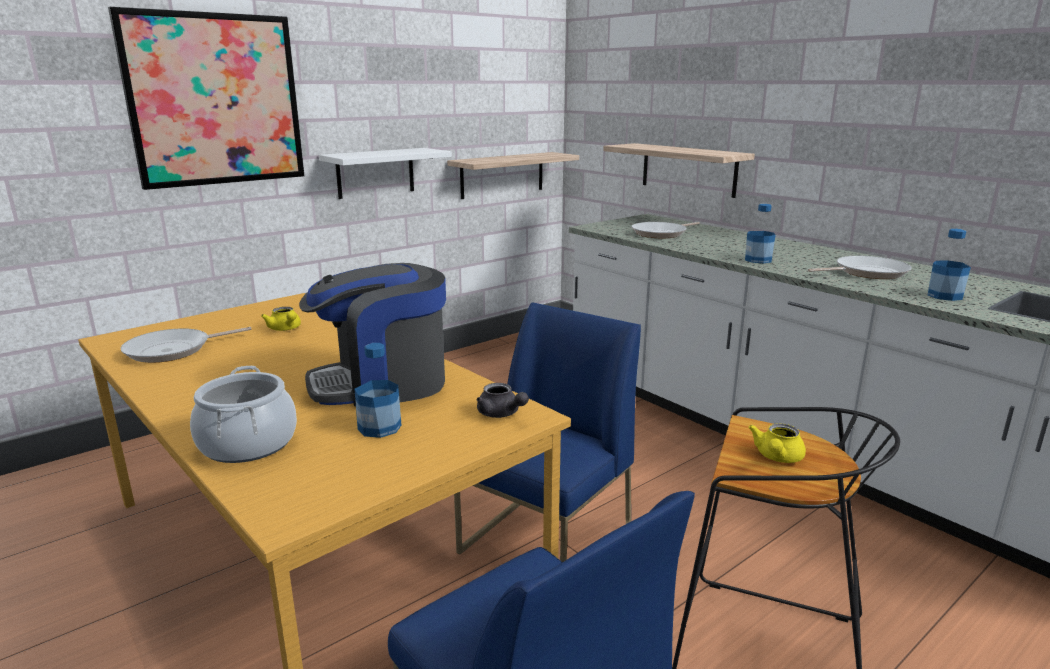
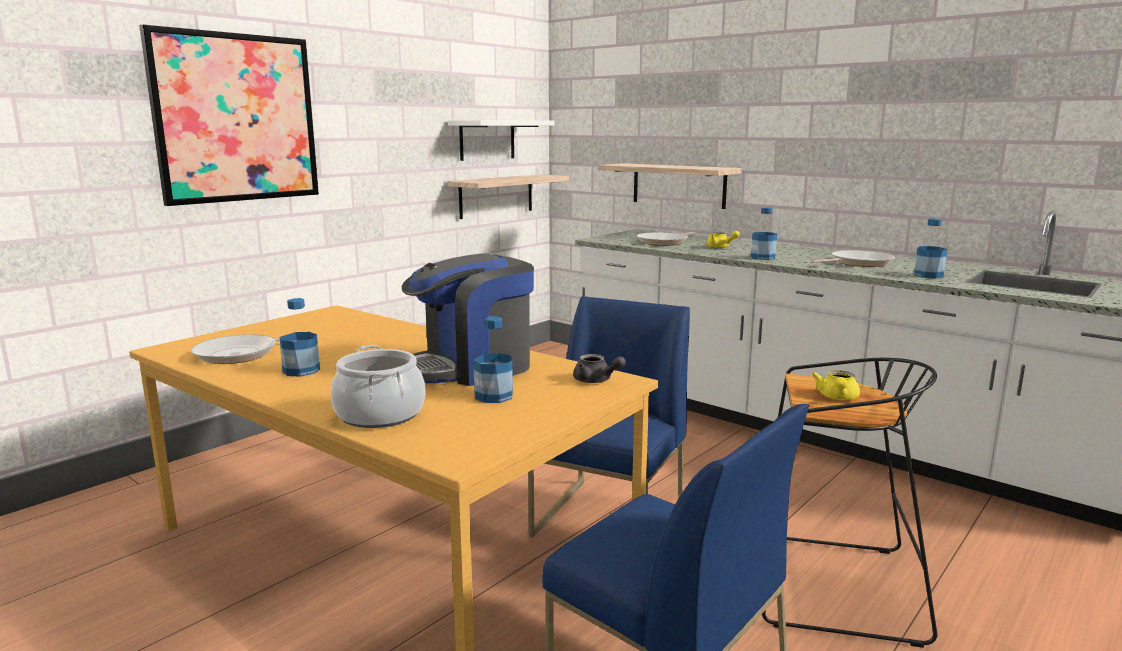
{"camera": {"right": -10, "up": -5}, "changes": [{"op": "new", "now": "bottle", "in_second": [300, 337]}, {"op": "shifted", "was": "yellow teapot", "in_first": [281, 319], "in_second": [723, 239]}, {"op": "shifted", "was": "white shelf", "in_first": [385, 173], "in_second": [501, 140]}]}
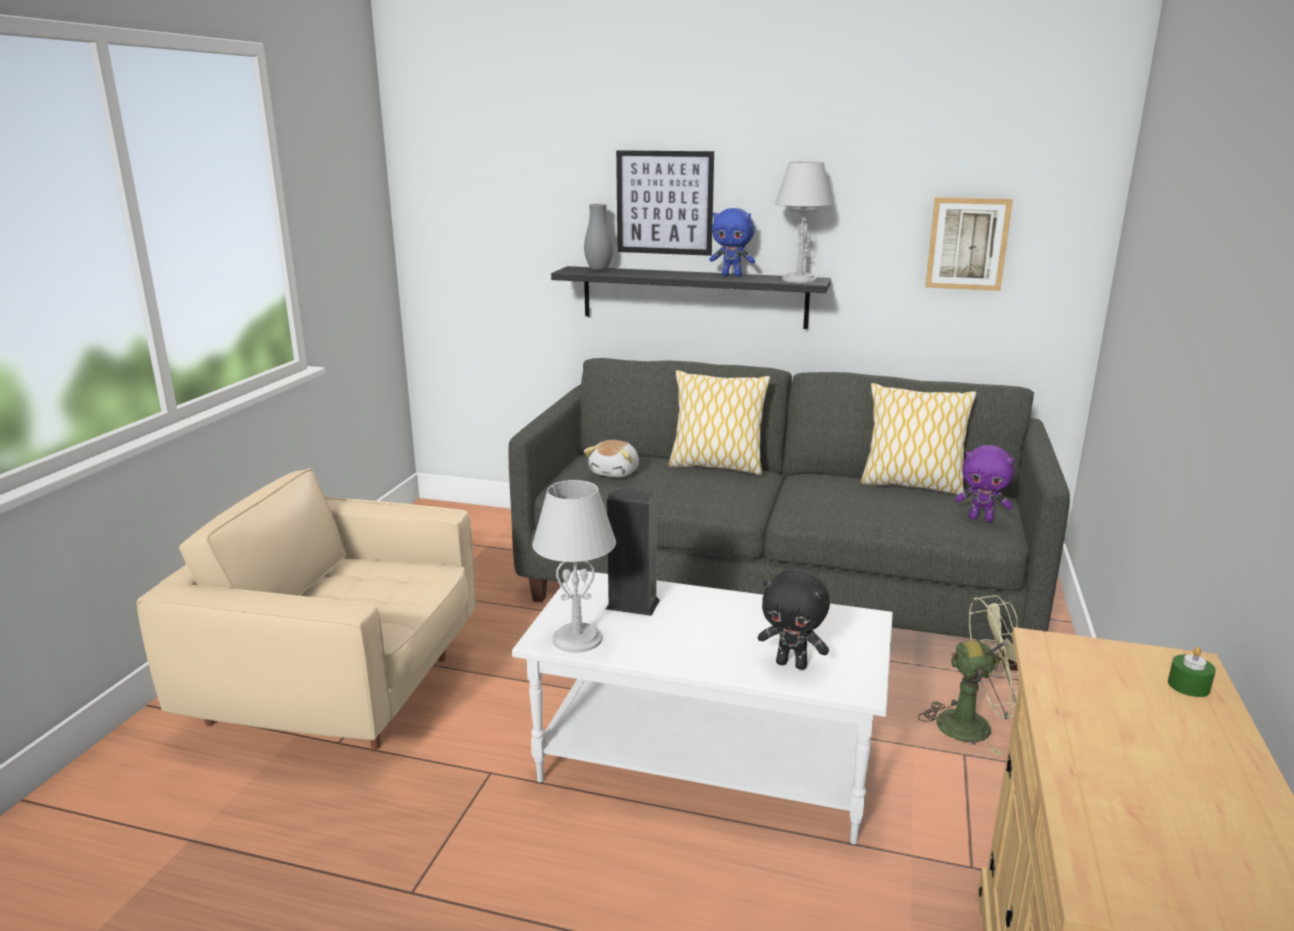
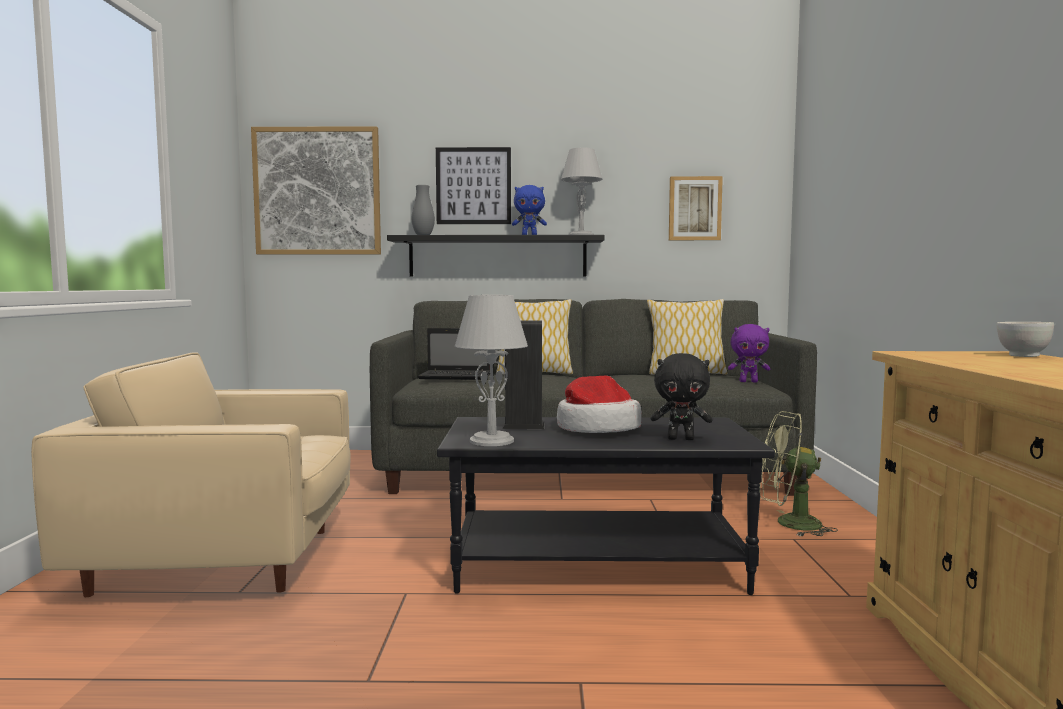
{"camera": {"right": -15, "up": -15}, "changes": [{"op": "new", "now": "picture", "in_second": [316, 190]}, {"op": "new", "now": "hat", "in_second": [599, 404]}, {"op": "swapped", "was": "plush toy", "now": "laptop", "in_first": [611, 458], "in_second": [454, 354]}, {"op": "swapped", "was": "green candle", "now": "white bowl", "in_first": [1192, 672], "in_second": [1025, 339]}, {"op": "repainted", "was": "white coffee table", "now": "black coffee table", "in_first": [702, 707], "in_second": [606, 506]}, {"op": "rotated", "was": "green fan", "in_first": [968, 675], "in_second": [798, 474], "clockwise": -150}]}
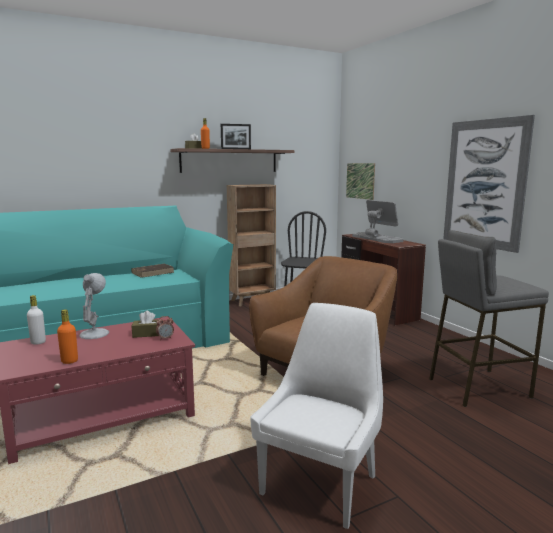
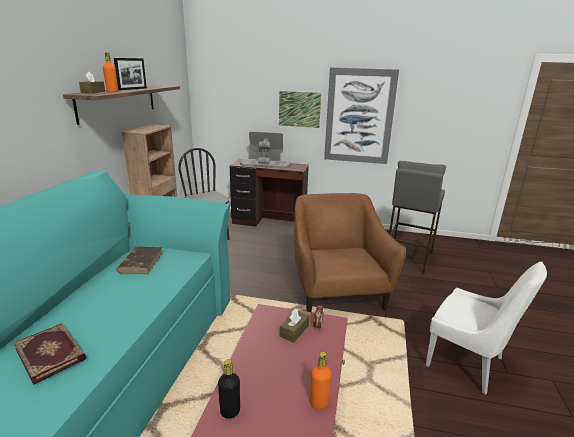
{"camera": {"right": -50, "up": 10}, "changes": [{"op": "gone", "was": "white table lamp", "in_first": [94, 306]}, {"op": "new", "now": "book", "in_second": [49, 354]}, {"op": "shifted", "was": "picture", "in_first": [360, 181], "in_second": [300, 109]}, {"op": "repainted", "was": "white bottle", "now": "black bottle", "in_first": [36, 320], "in_second": [229, 389]}, {"op": "rotated", "was": "white chair", "in_first": [316, 416], "in_second": [486, 328], "clockwise": 150}]}
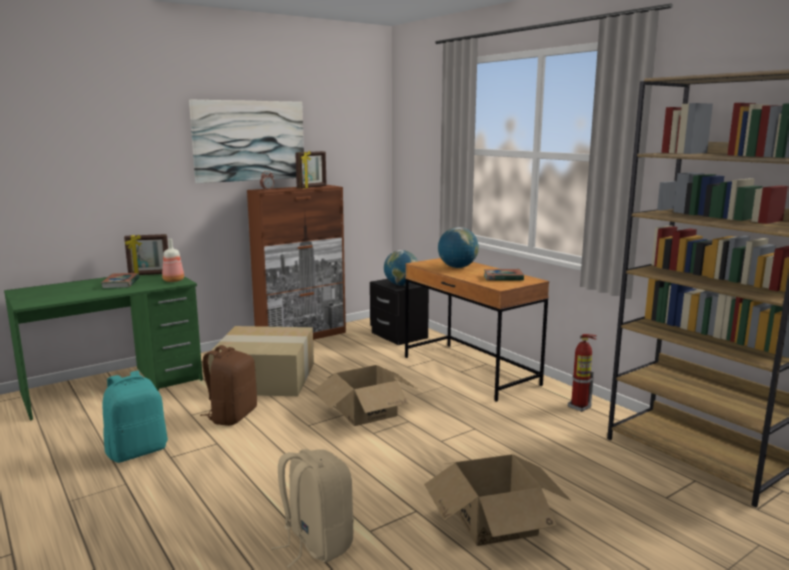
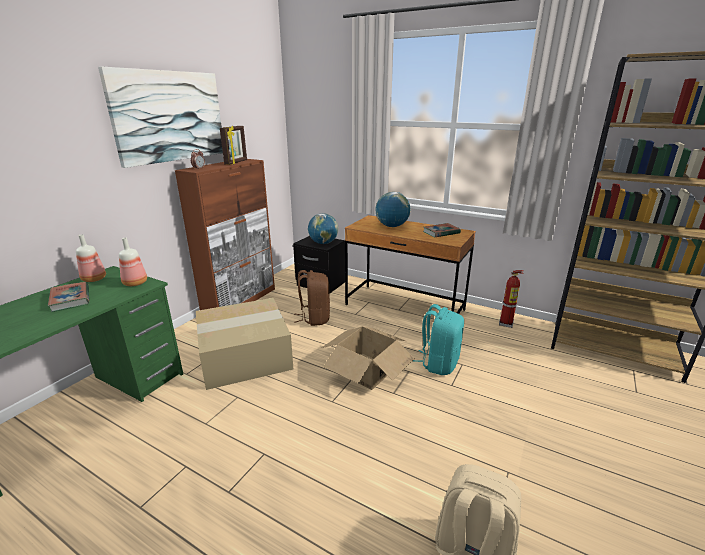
{"camera": {"right": -25, "up": 10}, "changes": [{"op": "gone", "was": "cardboard box", "in_first": [497, 500]}, {"op": "shifted", "was": "turquoise backpack", "in_first": [135, 417], "in_second": [438, 339]}, {"op": "shifted", "was": "brown backpack", "in_first": [228, 385], "in_second": [312, 298]}, {"op": "swapped", "was": "picture frame", "now": "bottle", "in_first": [146, 254], "in_second": [91, 258]}]}
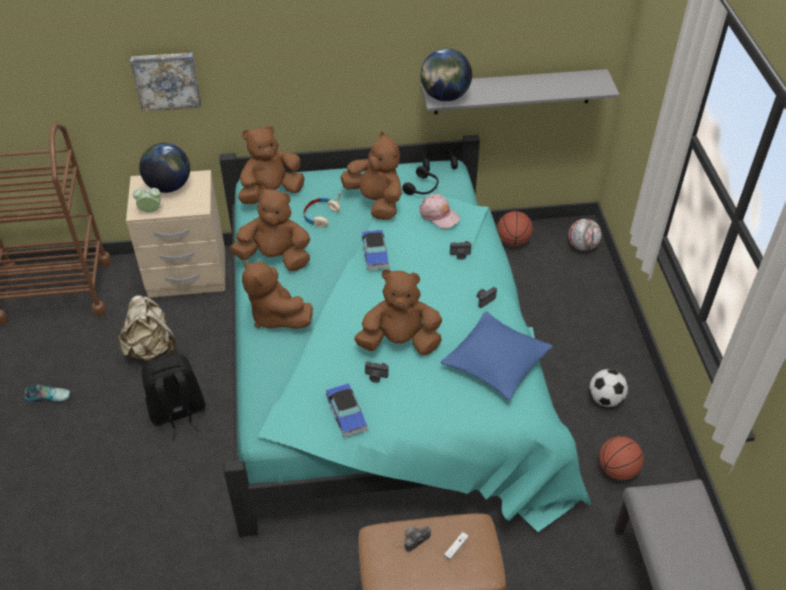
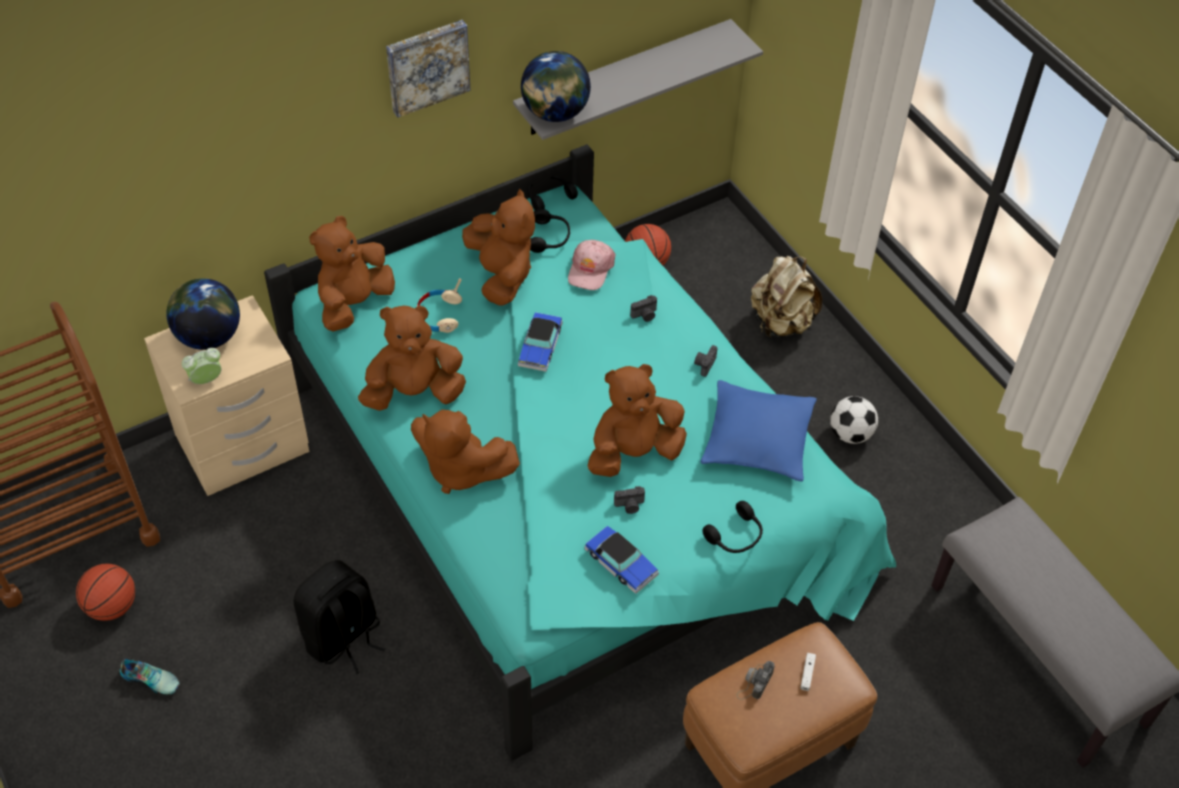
{"camera": {"right": -25, "up": 5}, "changes": [{"op": "gone", "was": "football", "in_first": [585, 235]}, {"op": "new", "now": "black headphones", "in_second": [732, 527]}, {"op": "shifted", "was": "beige backpack", "in_first": [147, 328], "in_second": [786, 296]}, {"op": "shifted", "was": "picture", "in_first": [165, 82], "in_second": [428, 69]}, {"op": "shifted", "was": "basketball", "in_first": [621, 458], "in_second": [105, 592]}, {"op": "rotated", "was": "shoe", "in_first": [47, 393], "in_second": [150, 676], "clockwise": 45}, {"op": "rotated", "was": "brown plush toy", "in_first": [371, 176], "in_second": [498, 247], "clockwise": 45}, {"op": "rotated", "was": "toy car", "in_first": [375, 250], "in_second": [540, 342], "clockwise": 45}, {"op": "rotated", "was": "pink cap", "in_first": [440, 211], "in_second": [591, 265], "clockwise": 90}]}
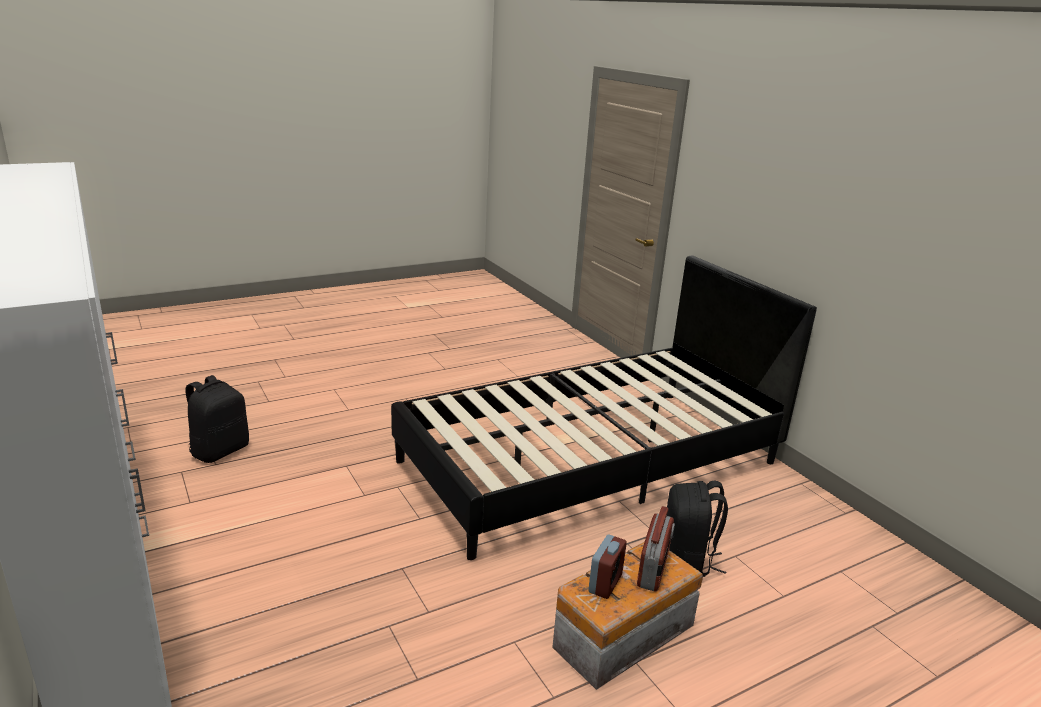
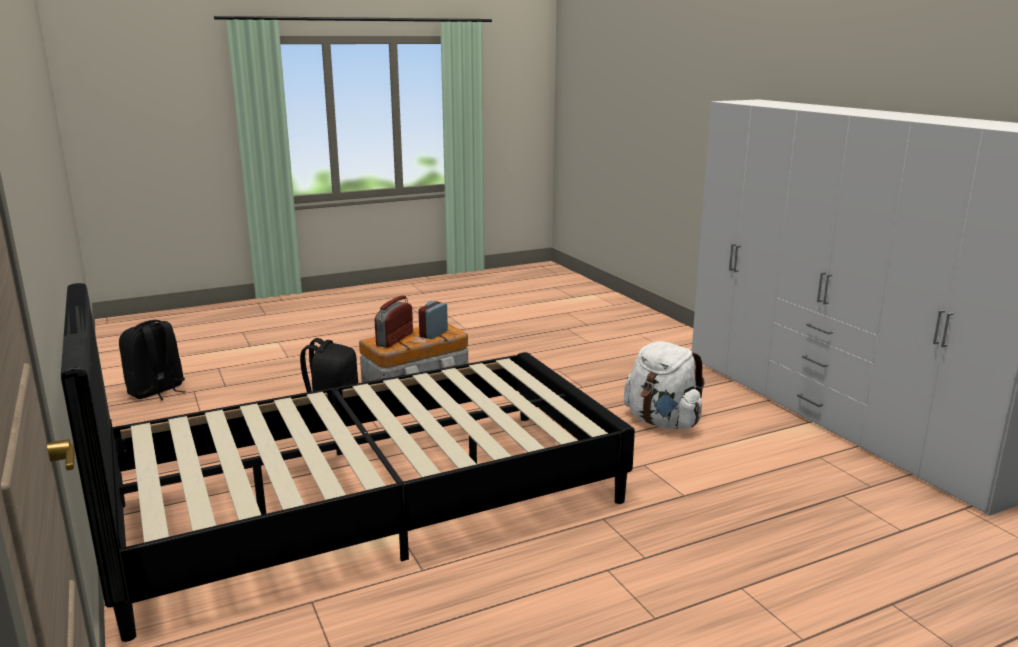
{"camera": {"right": -175, "up": -5}, "changes": [{"op": "new", "now": "white backpack", "in_second": [664, 385]}, {"op": "shifted", "was": "black backpack", "in_first": [217, 419], "in_second": [152, 360]}]}
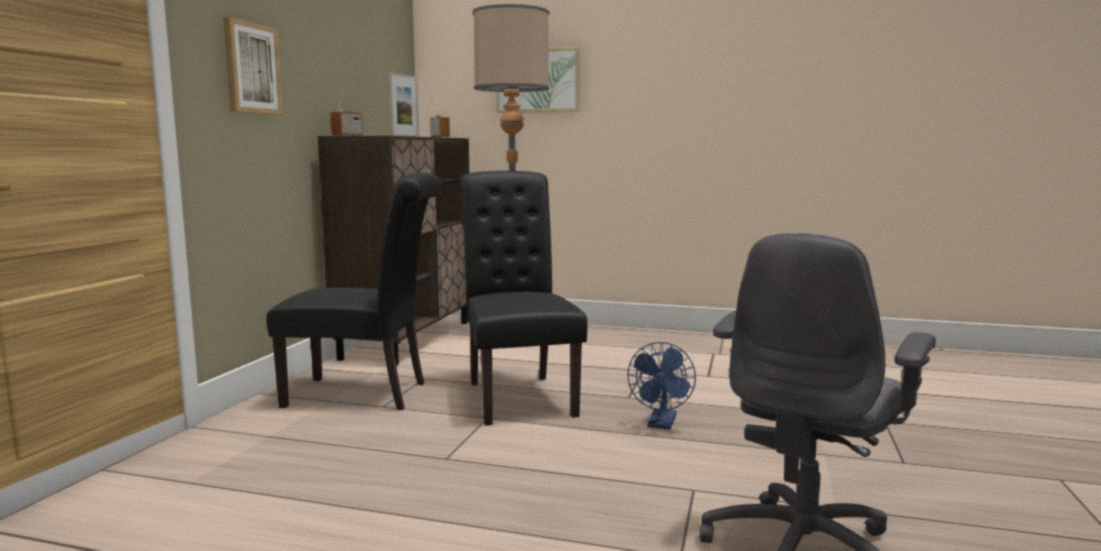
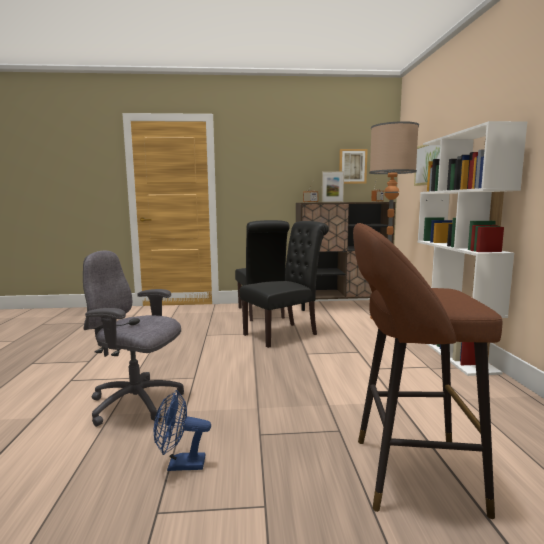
{"camera": {"right": 70, "up": 0}, "changes": [{"op": "new", "now": "brown stool", "in_second": [427, 371]}, {"op": "new", "now": "white bookcase", "in_second": [472, 248]}, {"op": "shifted", "was": "picture", "in_first": [253, 66], "in_second": [353, 166]}, {"op": "shifted", "was": "blue fan", "in_first": [661, 385], "in_second": [182, 430]}]}
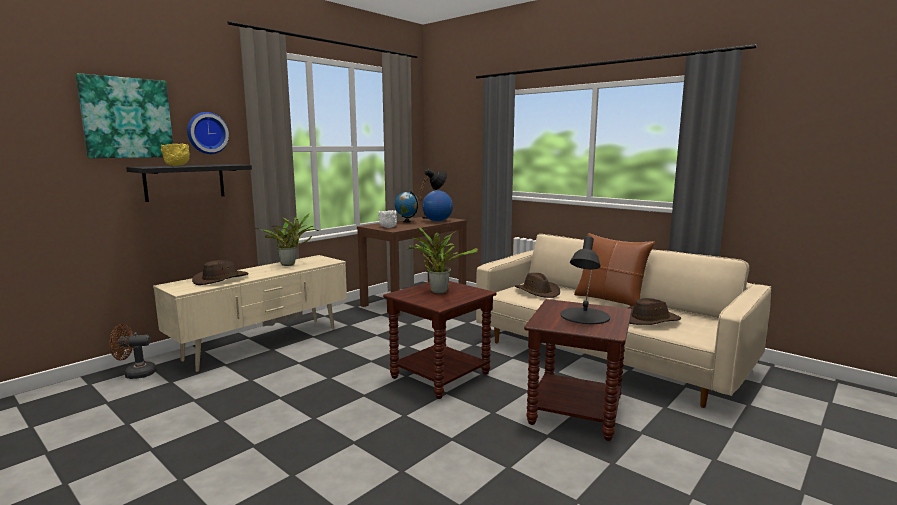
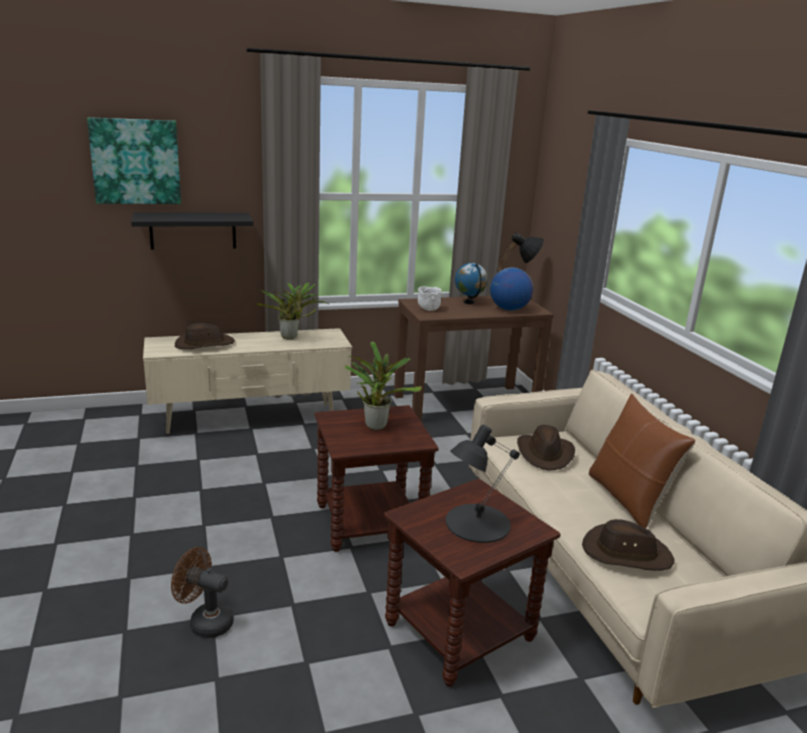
{"camera": {"right": 30, "up": 10}, "changes": [{"op": "gone", "was": "yellow bowl", "in_first": [175, 155]}, {"op": "gone", "was": "wall clock", "in_first": [208, 133]}, {"op": "shifted", "was": "brown fan", "in_first": [133, 351], "in_second": [202, 592]}]}
